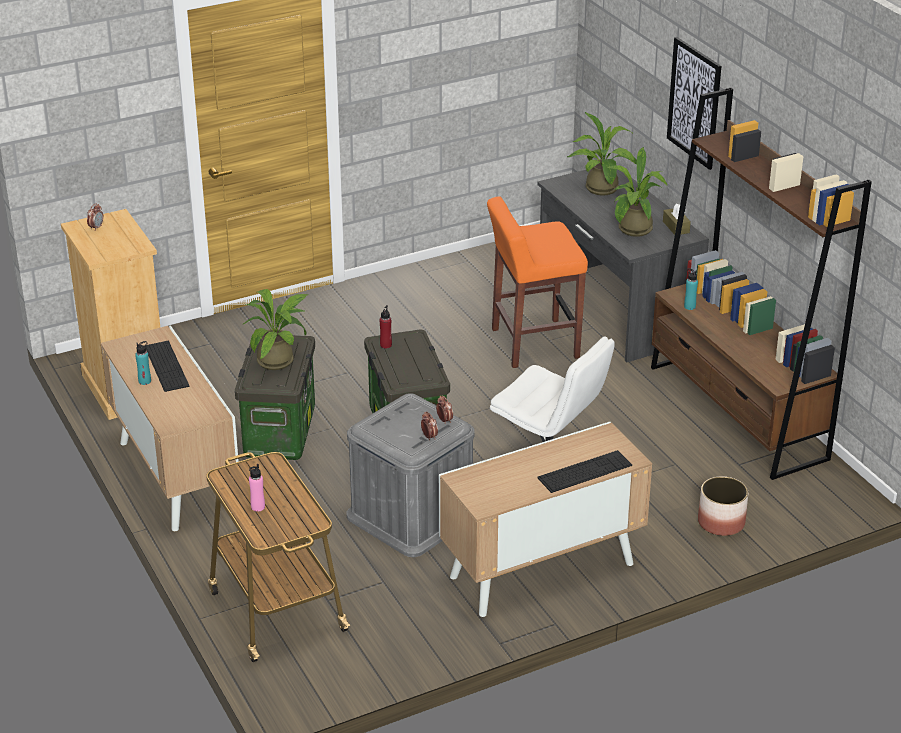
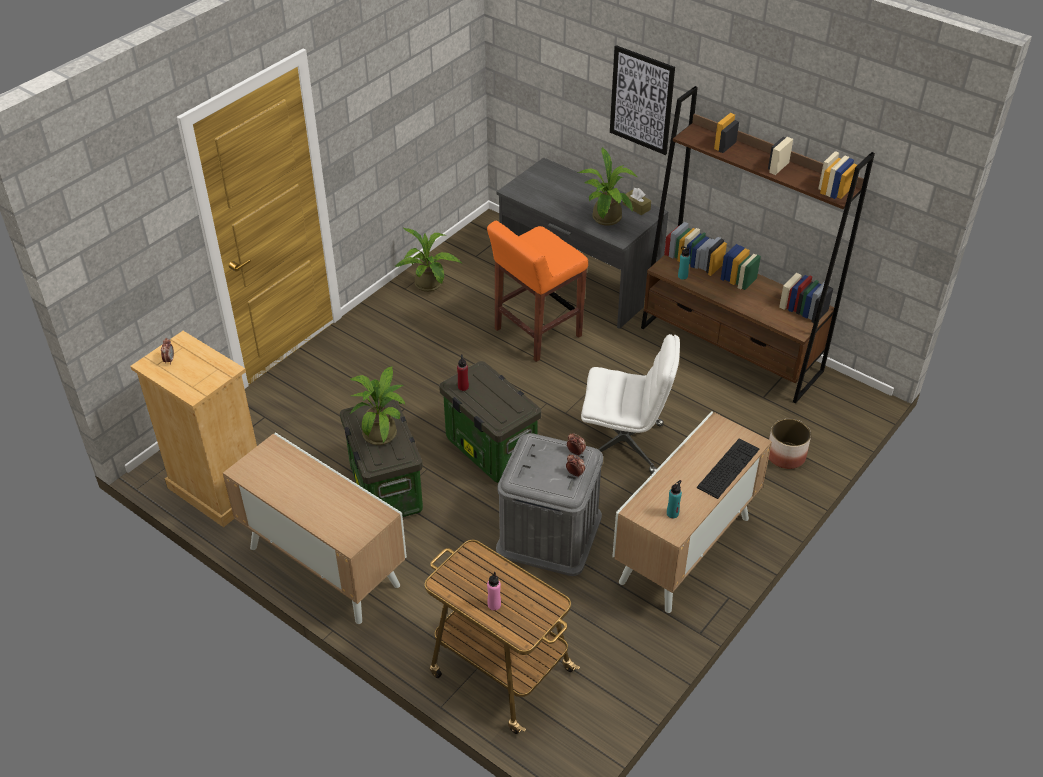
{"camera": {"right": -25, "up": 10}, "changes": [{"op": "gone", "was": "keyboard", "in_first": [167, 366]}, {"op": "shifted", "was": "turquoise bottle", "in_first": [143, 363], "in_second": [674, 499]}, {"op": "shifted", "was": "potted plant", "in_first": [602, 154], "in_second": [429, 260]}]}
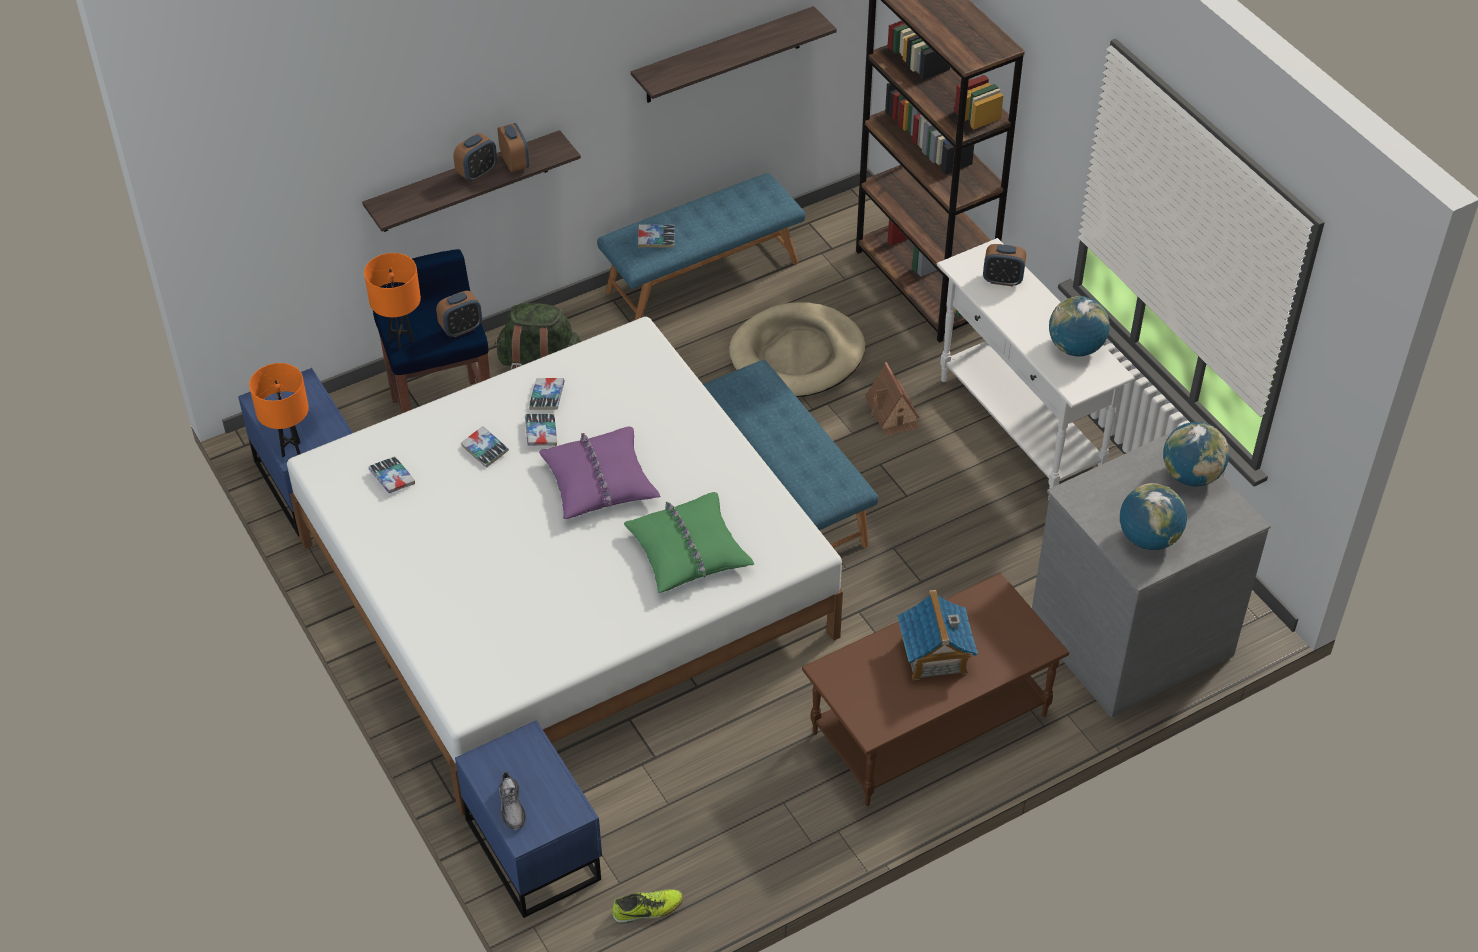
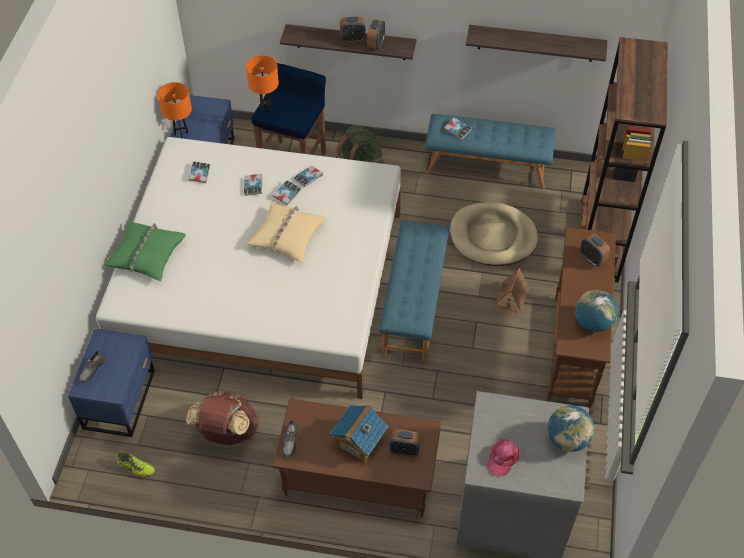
{"camera": {"right": 40, "up": 5}, "changes": [{"op": "new", "now": "brown backpack", "in_second": [222, 418]}, {"op": "new", "now": "grey shoe", "in_second": [290, 439]}, {"op": "shifted", "was": "alarm clock", "in_first": [459, 314], "in_second": [405, 443]}, {"op": "shifted", "was": "green pillow", "in_first": [689, 542], "in_second": [145, 251]}, {"op": "swapped", "was": "globe", "now": "pink cap", "in_first": [1153, 516], "in_second": [503, 457]}, {"op": "repainted", "was": "purple pillow", "now": "beige pillow", "in_first": [600, 472], "in_second": [287, 232]}, {"op": "repainted", "was": "white console table", "now": "brown console table", "in_first": [1036, 369], "in_second": [581, 318]}]}
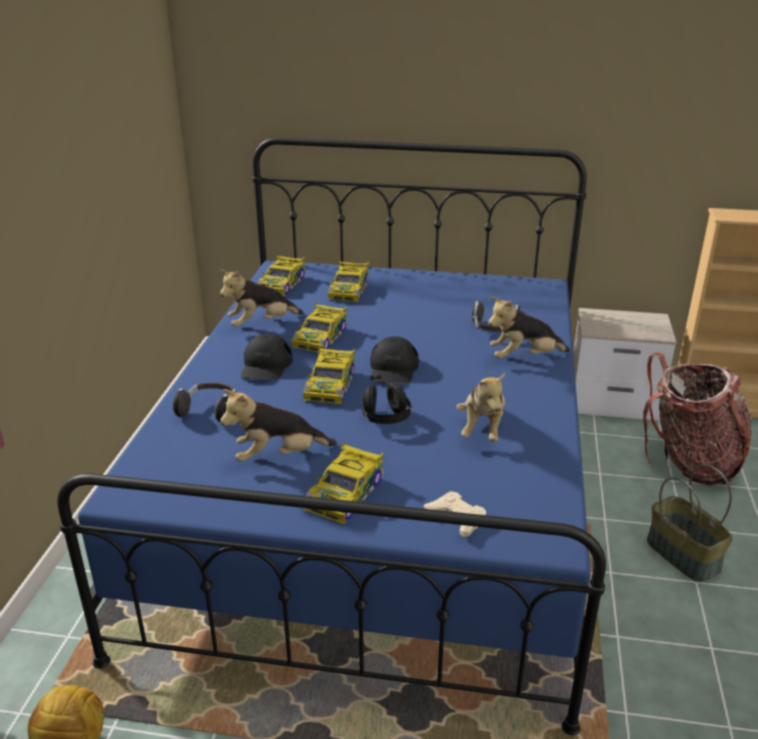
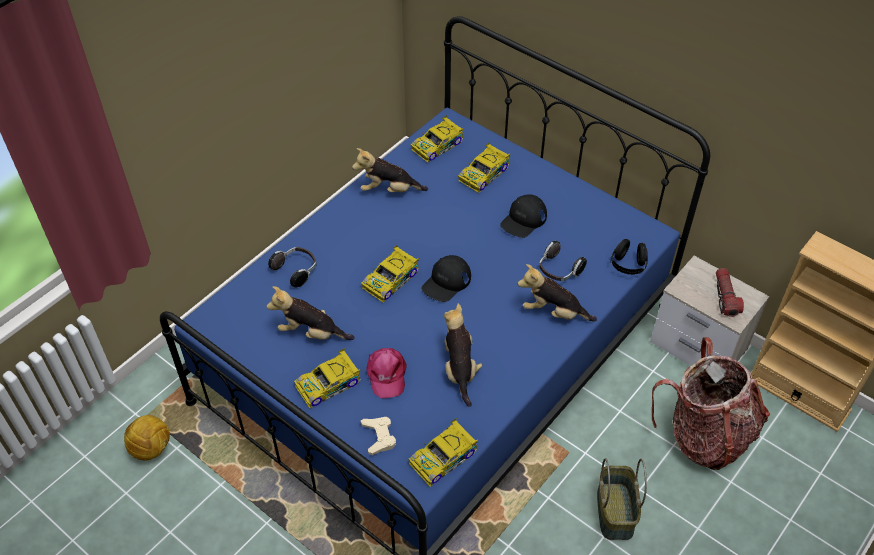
{"camera": {"right": 30, "up": 20}, "changes": [{"op": "new", "now": "pink cap", "in_second": [386, 373]}, {"op": "new", "now": "flashlight", "in_second": [730, 292]}, {"op": "shifted", "was": "black cap", "in_first": [266, 356], "in_second": [523, 216]}, {"op": "shifted", "was": "toy car", "in_first": [319, 327], "in_second": [443, 452]}, {"op": "shifted", "was": "black headphones", "in_first": [387, 403], "in_second": [629, 257]}, {"op": "rotated", "was": "plush toy", "in_first": [481, 407], "in_second": [463, 355], "clockwise": 135}]}
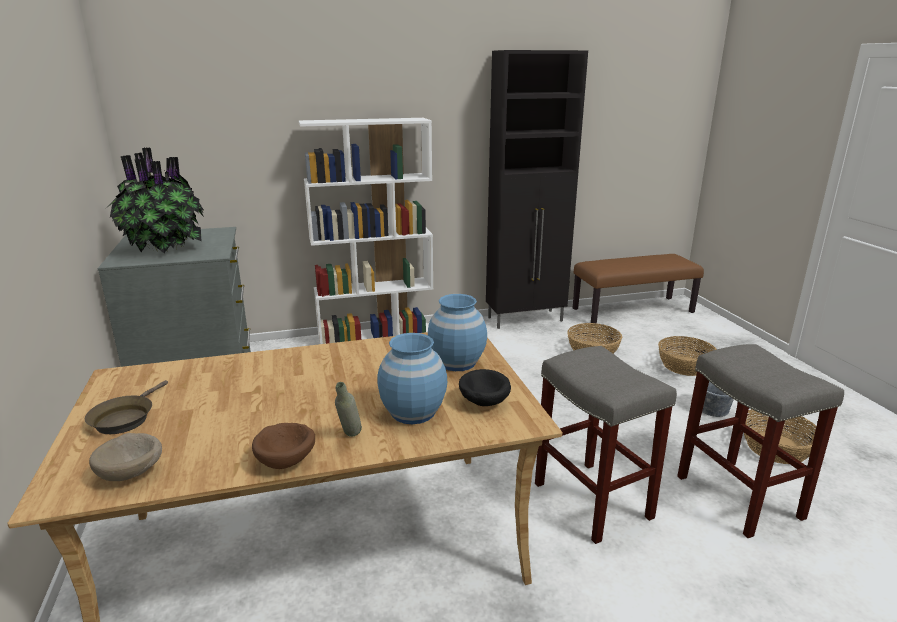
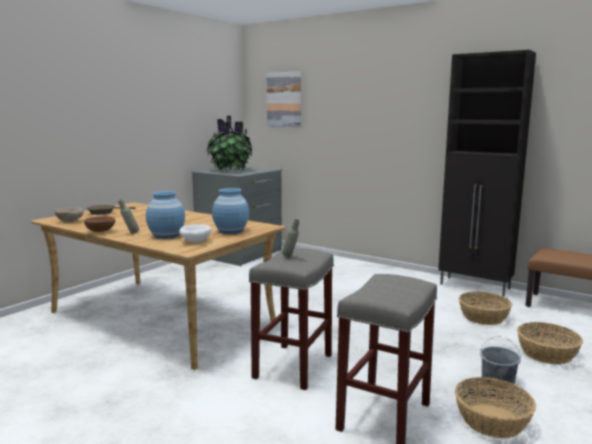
{"camera": {"right": 50, "up": -10}, "changes": [{"op": "gone", "was": "white bookcase", "in_first": [366, 231]}, {"op": "new", "now": "picture", "in_second": [284, 99]}, {"op": "new", "now": "grey bottle", "in_second": [290, 238]}, {"op": "repainted", "was": "black bowl", "now": "white bowl", "in_first": [485, 387], "in_second": [195, 233]}]}
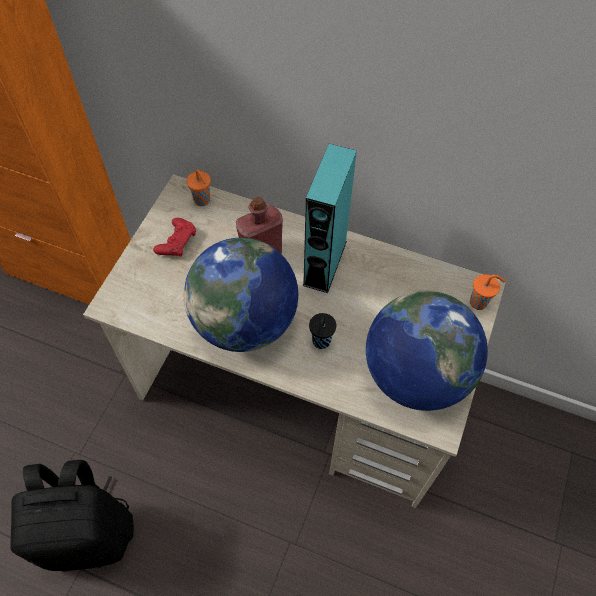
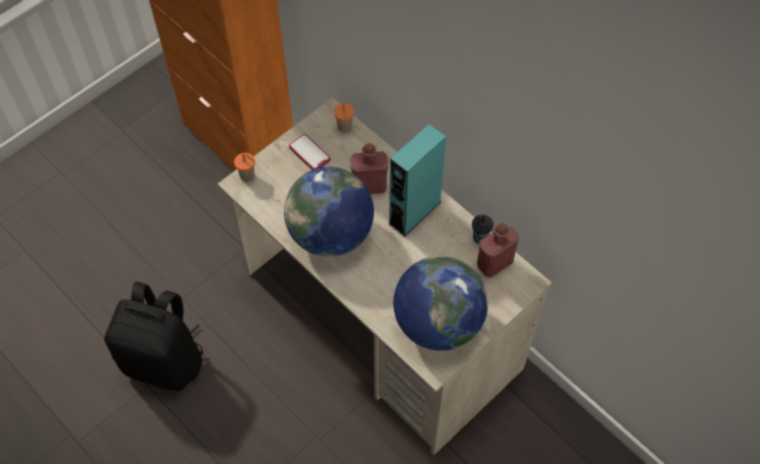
{"camera": {"right": 25, "up": 0}, "changes": [{"op": "new", "now": "red bottle", "in_second": [498, 250]}, {"op": "shifted", "was": "black cup", "in_first": [322, 331], "in_second": [483, 229]}, {"op": "shifted", "was": "orange cup", "in_first": [487, 292], "in_second": [244, 167]}, {"op": "swapped", "was": "red game controller", "now": "phone", "in_first": [174, 237], "in_second": [309, 152]}]}
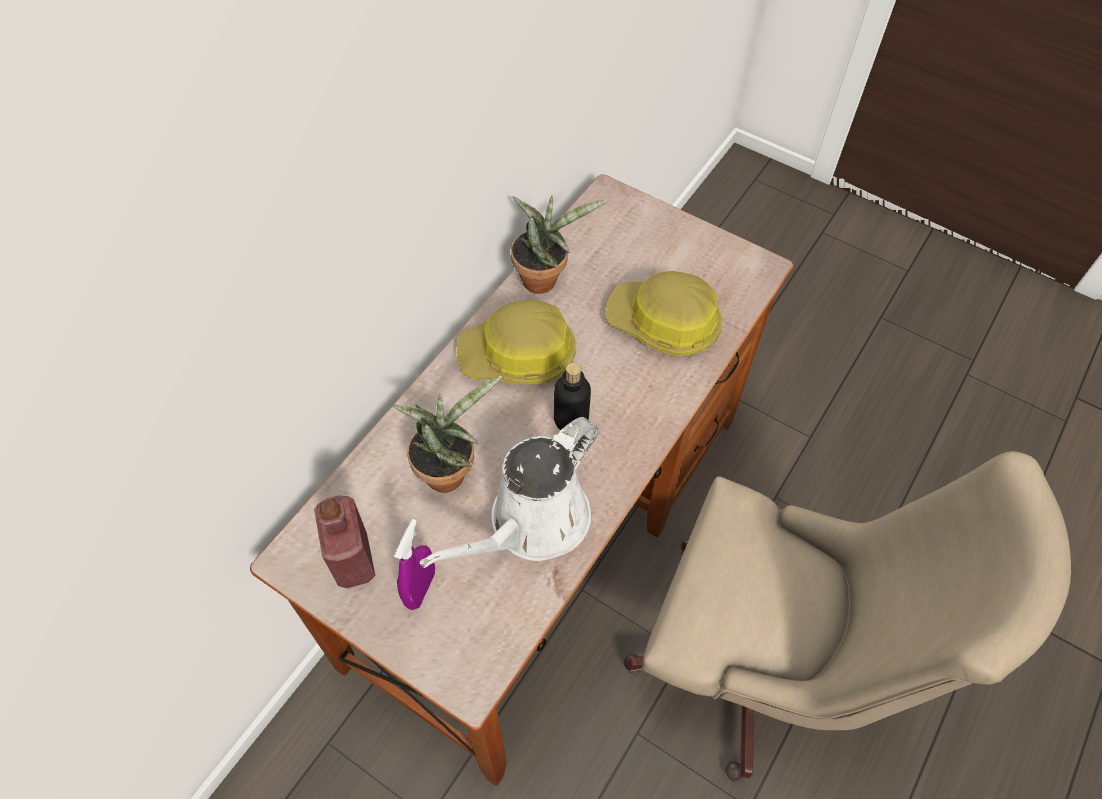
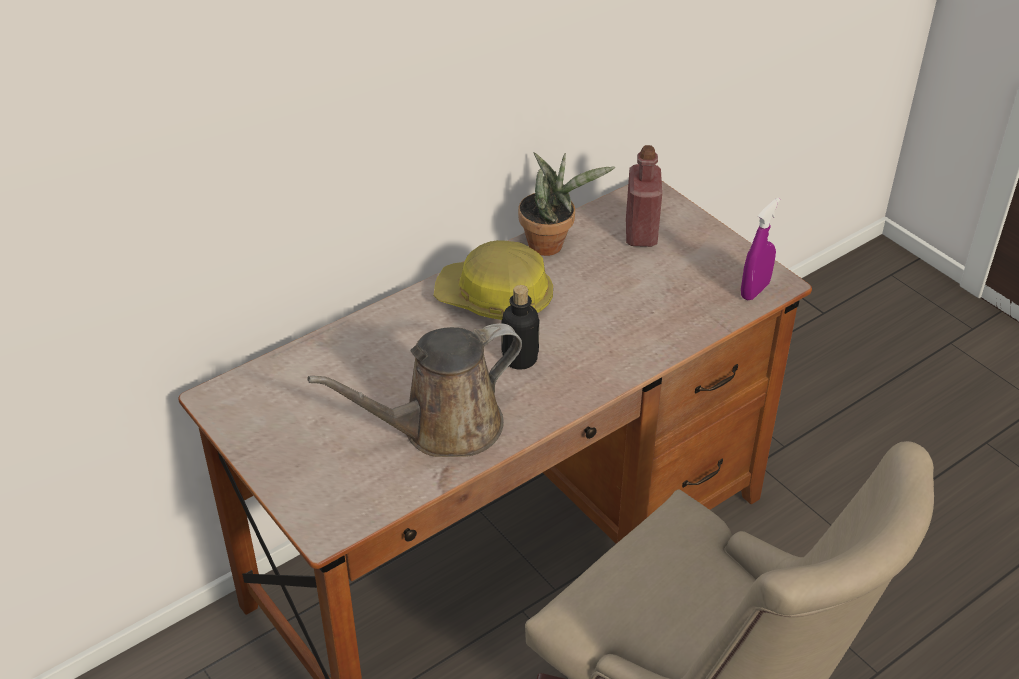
{"camera": {"right": 20, "up": -15}, "changes": [{"op": "gone", "was": "potted plant", "in_first": [446, 434]}, {"op": "gone", "was": "hard hat", "in_first": [664, 313]}, {"op": "shifted", "was": "red bottle", "in_first": [344, 542], "in_second": [644, 196]}, {"op": "shifted", "was": "purple spray bottle", "in_first": [414, 564], "in_second": [760, 249]}, {"op": "repainted", "was": "white watering can", "now": "brown watering can", "in_first": [509, 492], "in_second": [414, 390]}]}
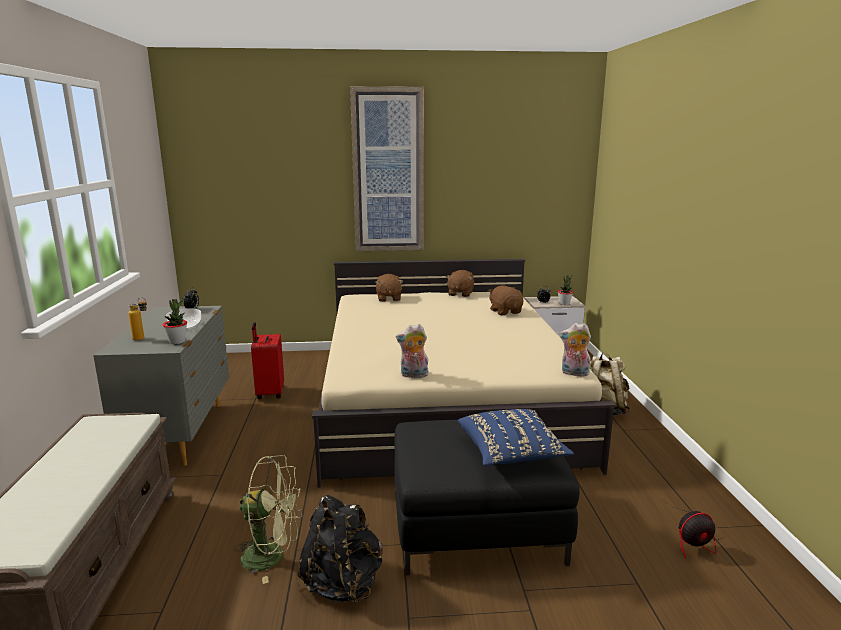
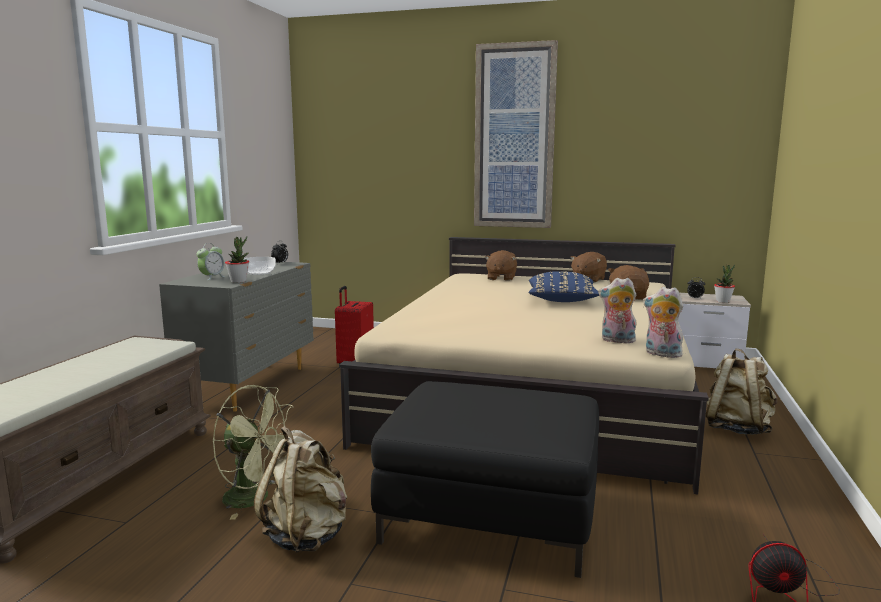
{"camera": {"right": 20, "up": -5}, "changes": [{"op": "shifted", "was": "plush toy", "in_first": [412, 351], "in_second": [617, 310]}, {"op": "shifted", "was": "blue pillow", "in_first": [516, 437], "in_second": [564, 286]}, {"op": "swapped", "was": "bottle", "now": "alarm clock", "in_first": [138, 318], "in_second": [211, 261]}, {"op": "repainted", "was": "black backpack", "now": "beige backpack", "in_first": [340, 549], "in_second": [300, 489]}]}
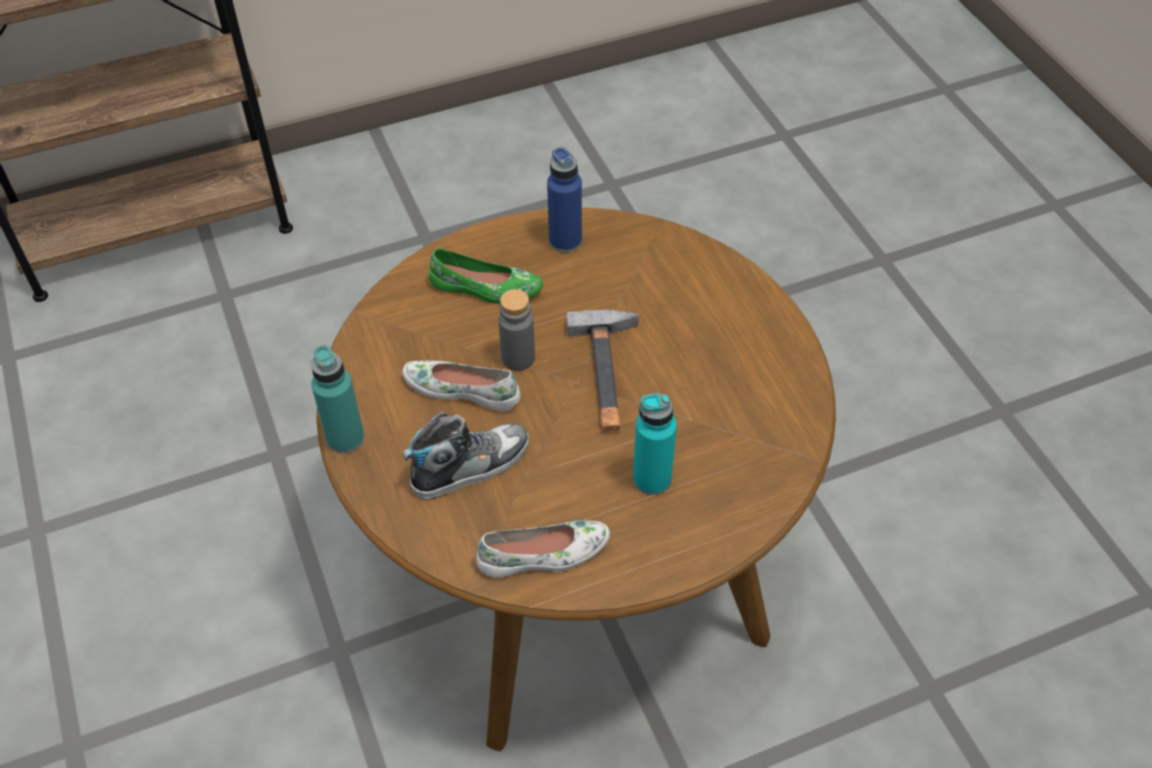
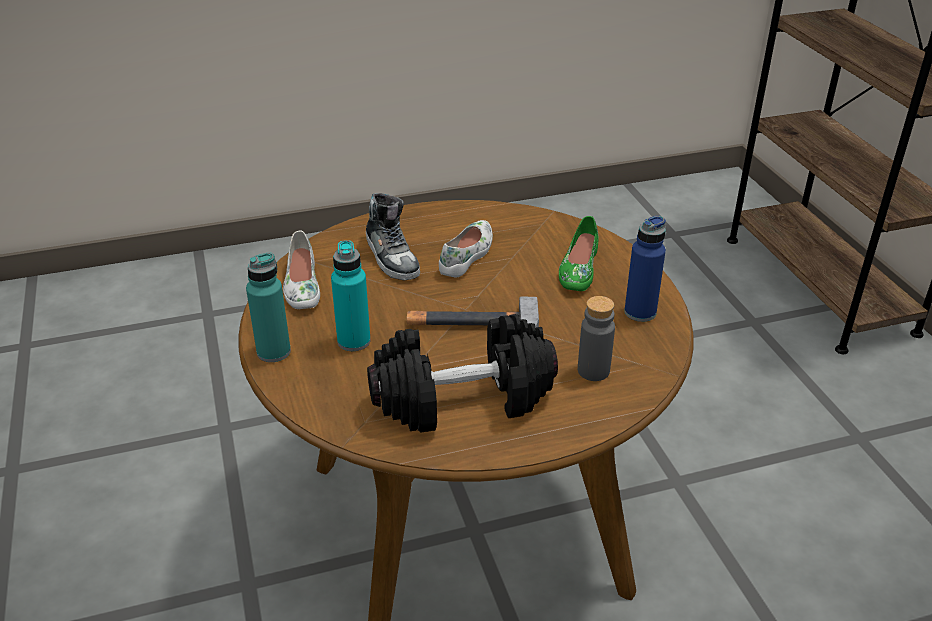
{"camera": {"right": 95, "up": -15}, "changes": [{"op": "new", "now": "black dumbbell", "in_second": [462, 373]}, {"op": "shifted", "was": "turquoise bottle", "in_first": [337, 399], "in_second": [268, 307]}, {"op": "shifted", "was": "grey bottle", "in_first": [516, 330], "in_second": [596, 338]}]}
